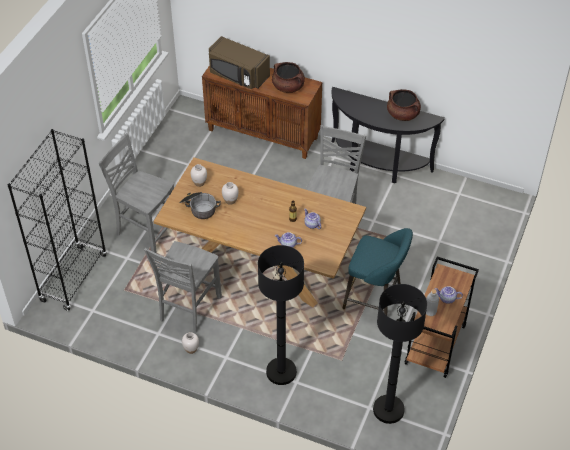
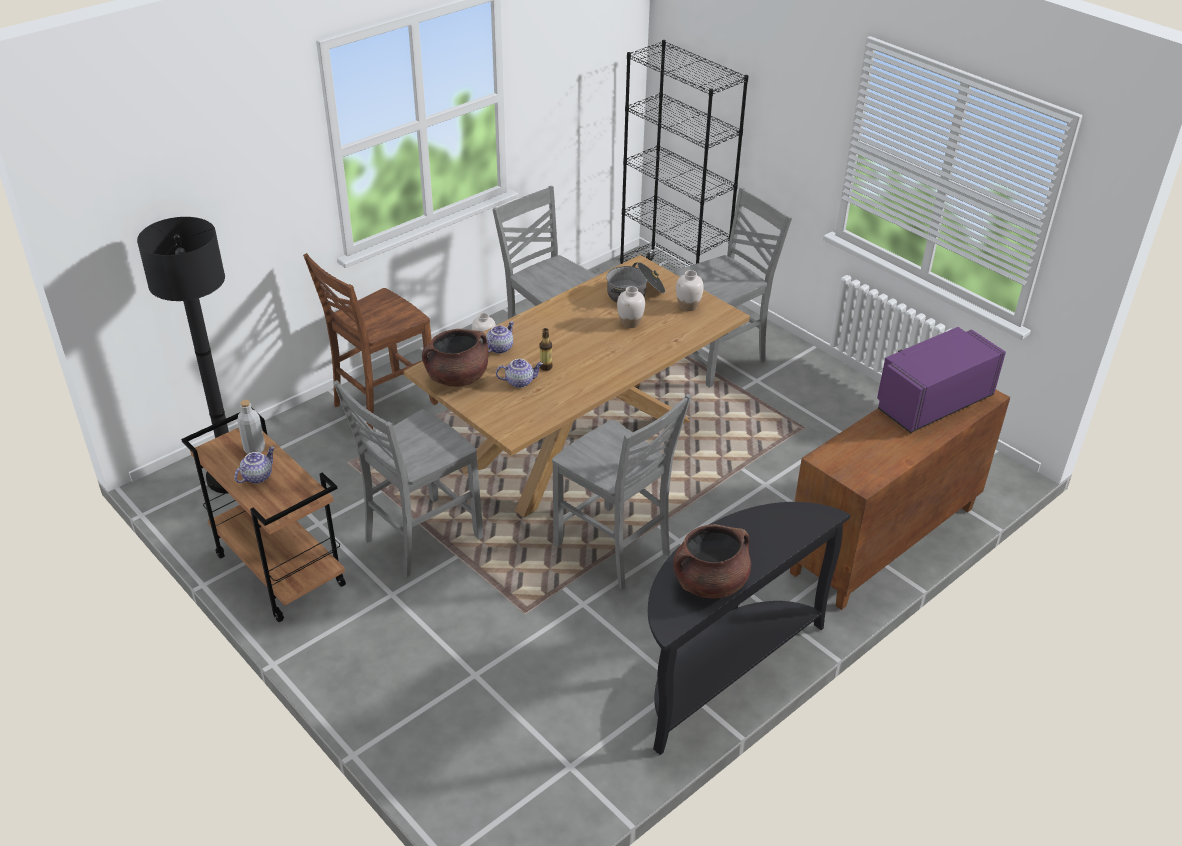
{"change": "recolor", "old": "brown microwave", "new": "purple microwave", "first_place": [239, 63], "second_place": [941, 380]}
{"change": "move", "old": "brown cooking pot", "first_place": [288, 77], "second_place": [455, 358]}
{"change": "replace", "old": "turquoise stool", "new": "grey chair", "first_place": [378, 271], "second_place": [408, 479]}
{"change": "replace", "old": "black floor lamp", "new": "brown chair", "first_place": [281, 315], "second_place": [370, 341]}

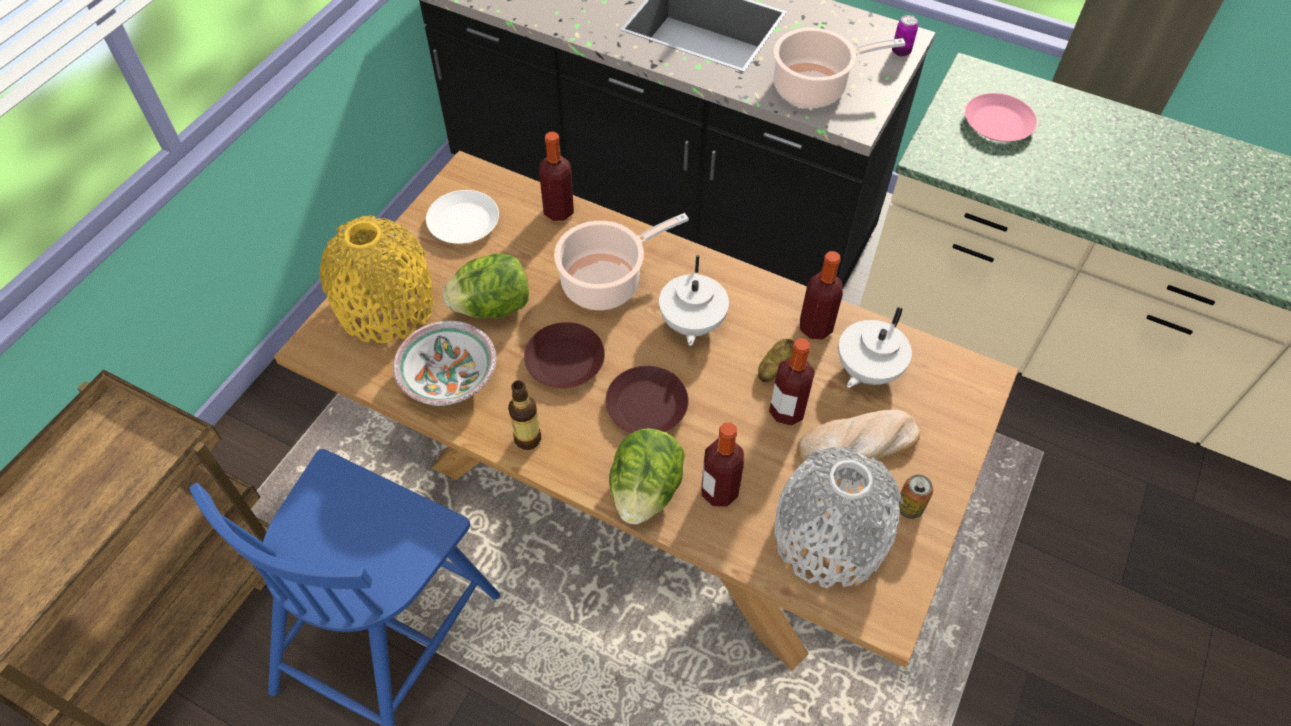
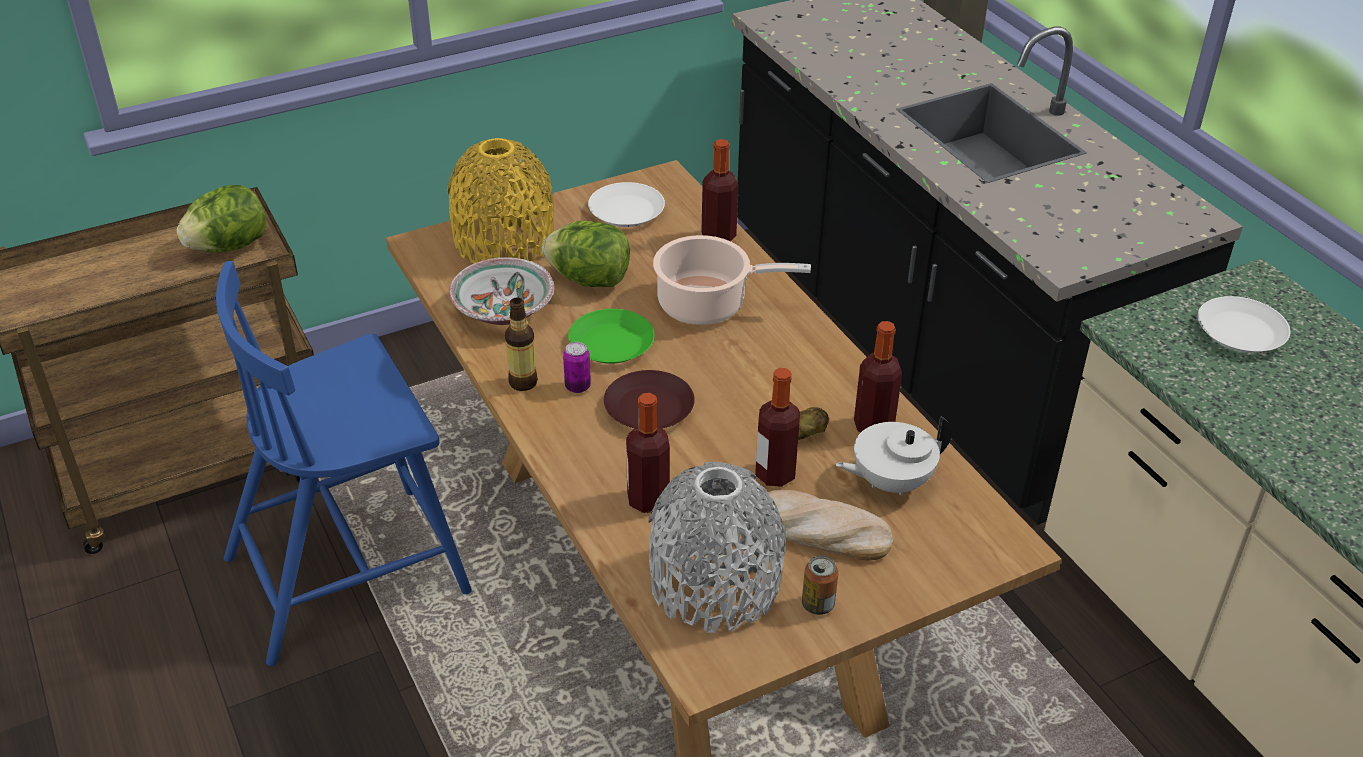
{"change": "move", "old": "can", "first_place": [905, 36], "second_place": [577, 367]}
{"change": "delete", "old": "cooking pot", "first_place": [839, 68]}
{"change": "recolor", "old": "pink plate", "new": "white plate", "first_place": [1001, 117], "second_place": [1244, 324]}
{"change": "delete", "old": "white teapot", "first_place": [694, 300]}
{"change": "recolor", "old": "brown plate", "new": "green plate", "first_place": [564, 355], "second_place": [611, 336]}
{"change": "move", "old": "lettuce", "first_place": [647, 476], "second_place": [221, 219]}

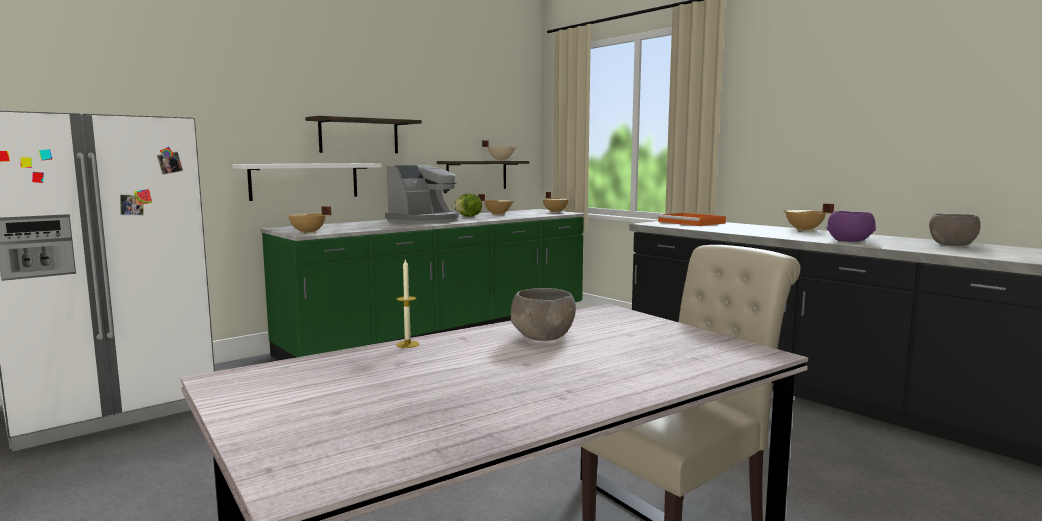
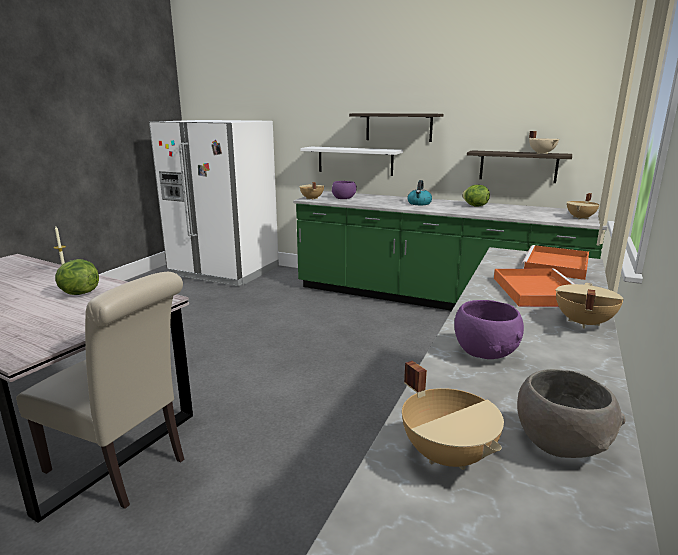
{"change": "replace", "old": "coffee machine", "new": "kettle", "first_place": [422, 194], "second_place": [420, 192]}
{"change": "move", "old": "beige cooking pot", "first_place": [496, 204], "second_place": [453, 415]}
{"change": "replace", "old": "grey bowl", "new": "lettuce", "first_place": [543, 314], "second_place": [77, 277]}
{"change": "insert", "new": "purple bowl", "second_place": [344, 190]}
{"change": "insert", "new": "orange tray", "second_place": [534, 288]}

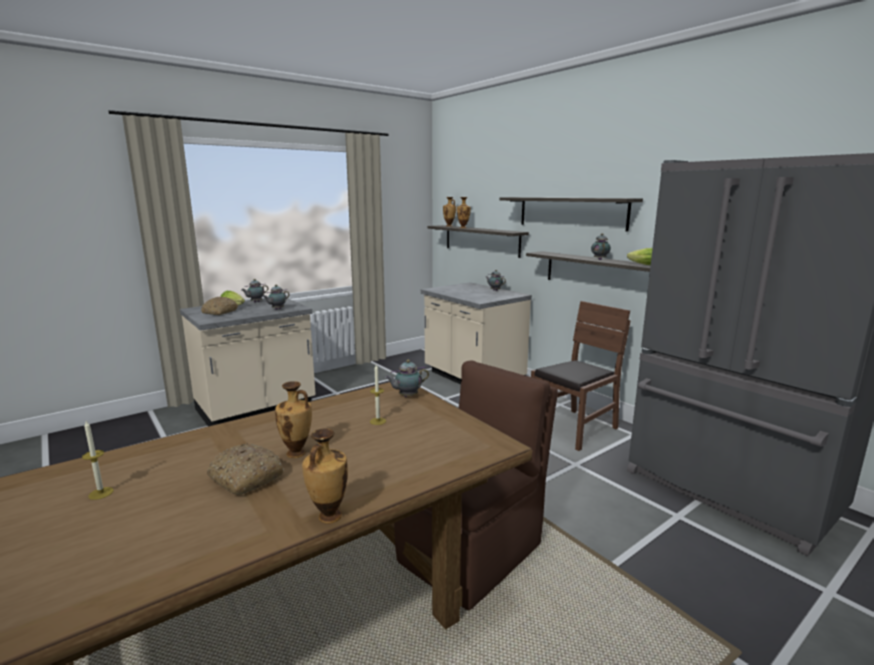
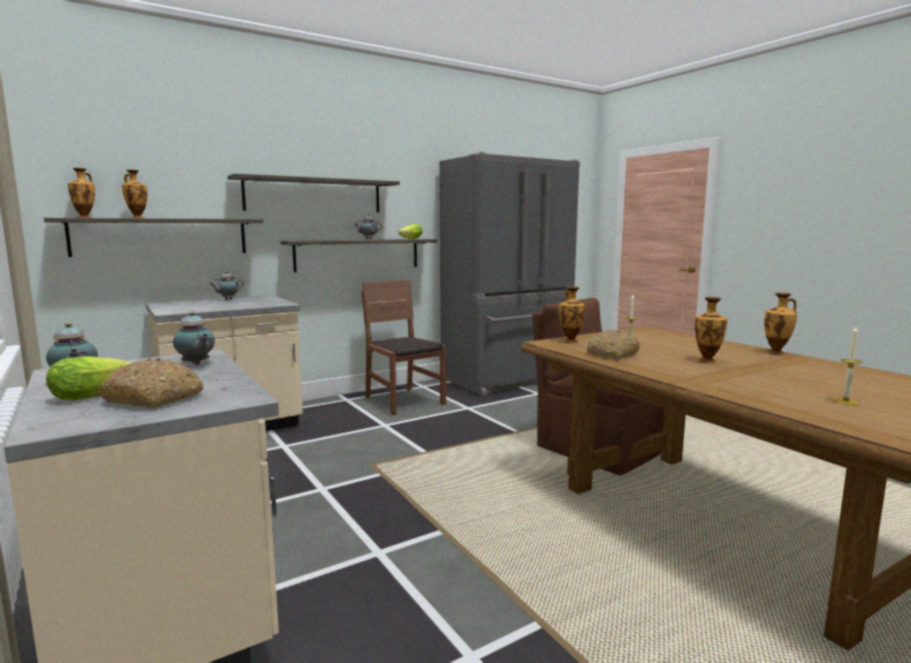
{"change": "replace", "old": "teapot", "new": "vase", "first_place": [407, 378], "second_place": [572, 315]}
{"change": "move", "old": "bread", "first_place": [245, 469], "second_place": [613, 344]}

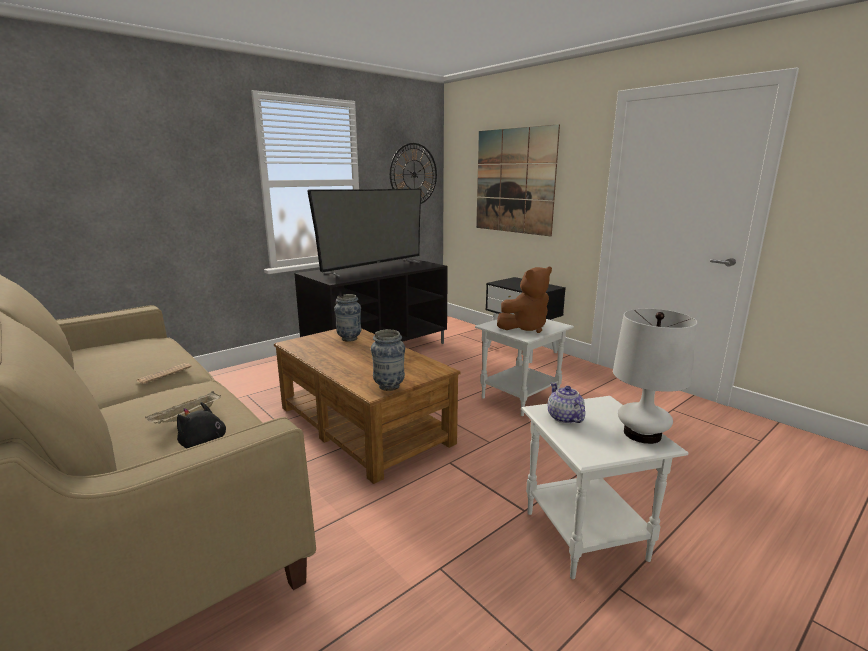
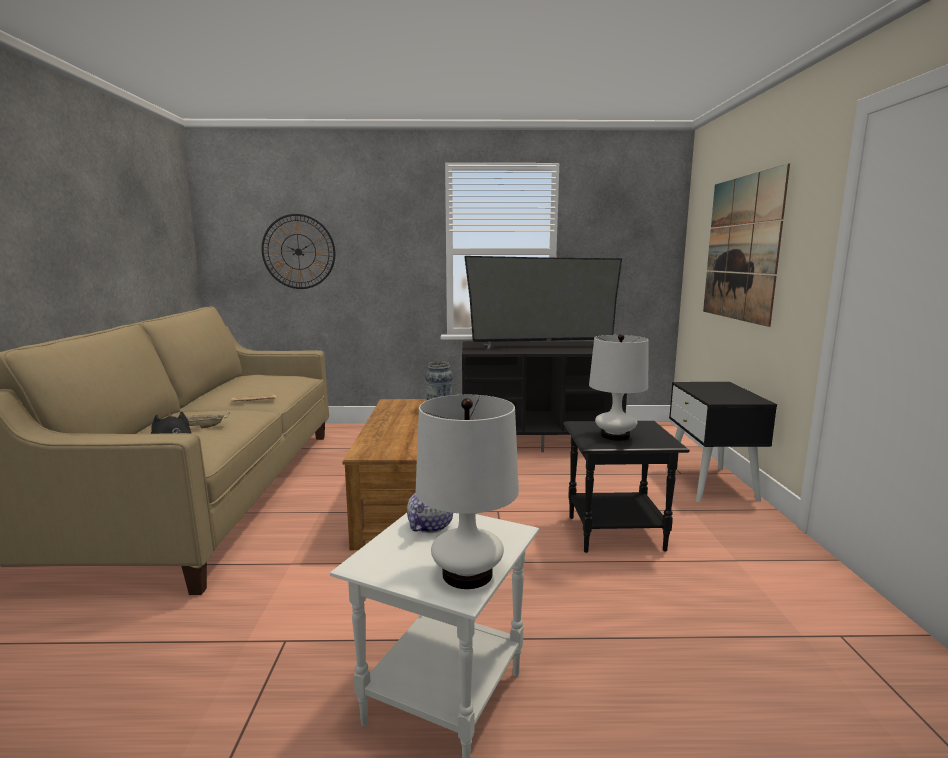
{"change": "move", "old": "wall clock", "first_place": [413, 173], "second_place": [298, 251]}
{"change": "replace", "old": "brown plush toy", "new": "white table lamp", "first_place": [524, 300], "second_place": [619, 387]}
{"change": "recolor", "old": "white side table", "new": "black side table", "first_place": [524, 367], "second_place": [626, 487]}
{"change": "delete", "old": "vase", "first_place": [388, 360]}

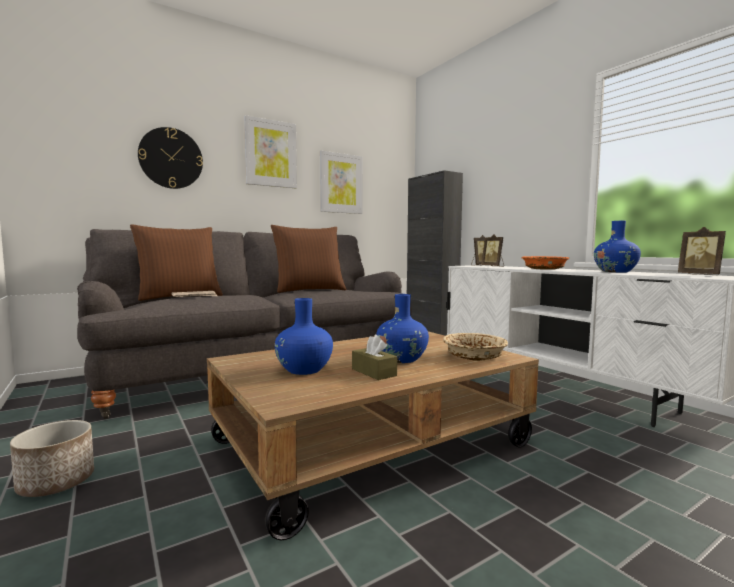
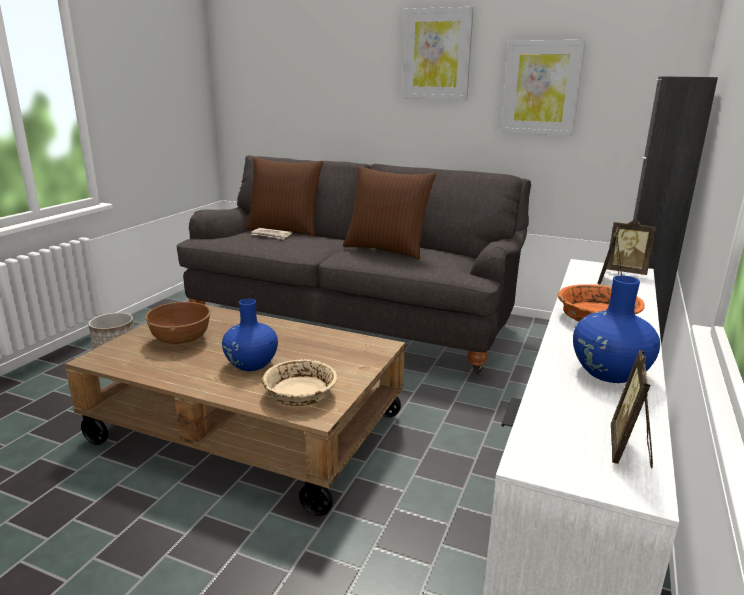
{"change": "delete", "old": "wall clock", "first_place": [170, 158]}
{"change": "replace", "old": "blue vase", "new": "brown bowl", "first_place": [304, 336], "second_place": [178, 323]}
{"change": "delete", "old": "brown tissue box", "first_place": [374, 357]}

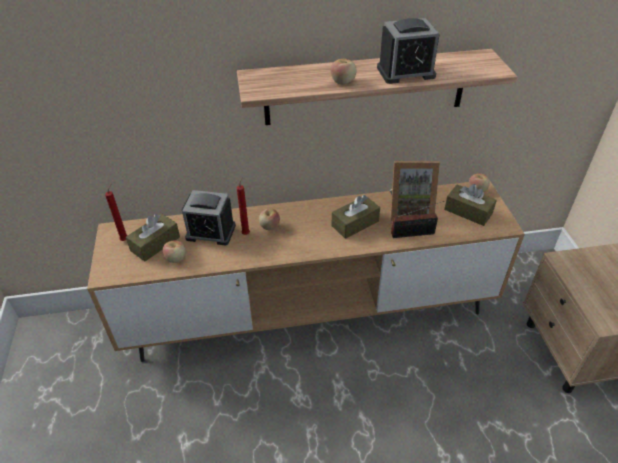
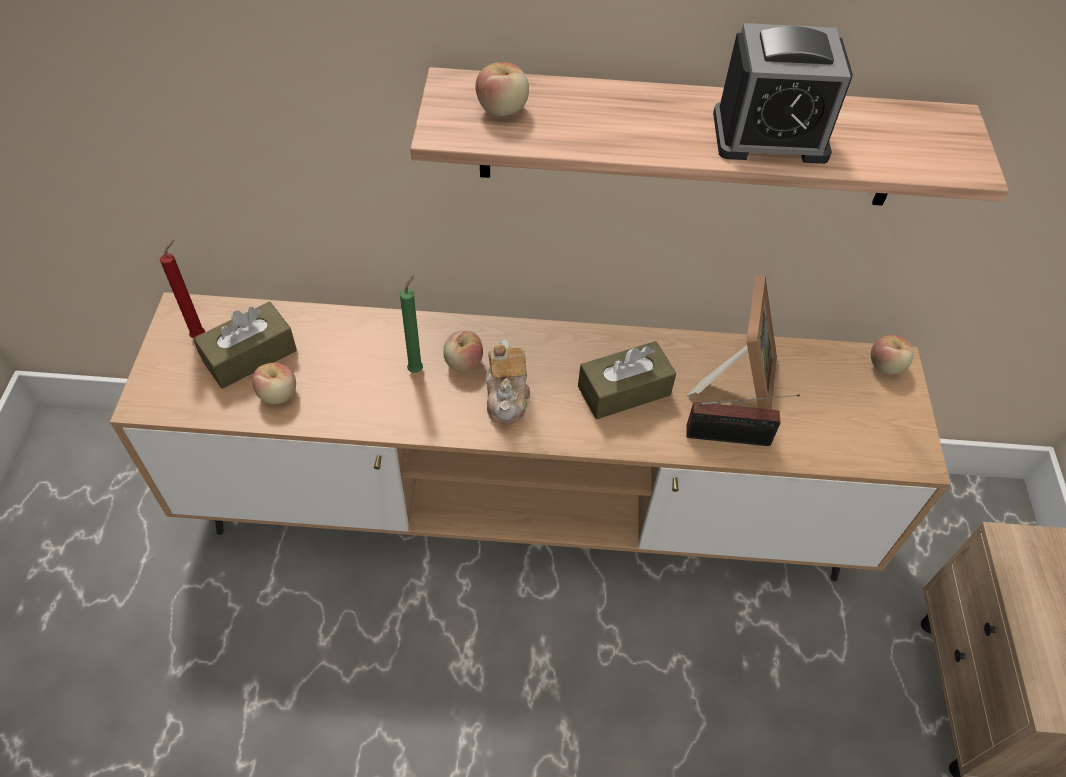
{"change": "move", "old": "apple", "first_place": [343, 71], "second_place": [502, 89]}
{"change": "rotate", "old": "picture frame", "first_place": [415, 191], "second_place": [732, 342], "degrees": -90}
{"change": "recolor", "old": "red candle", "new": "green candle", "first_place": [243, 206], "second_place": [411, 324]}
{"change": "delete", "old": "brown tissue box", "first_place": [470, 205]}
{"change": "delete", "old": "alarm clock", "first_place": [209, 217]}
{"change": "insert", "new": "teapot", "second_place": [508, 382]}

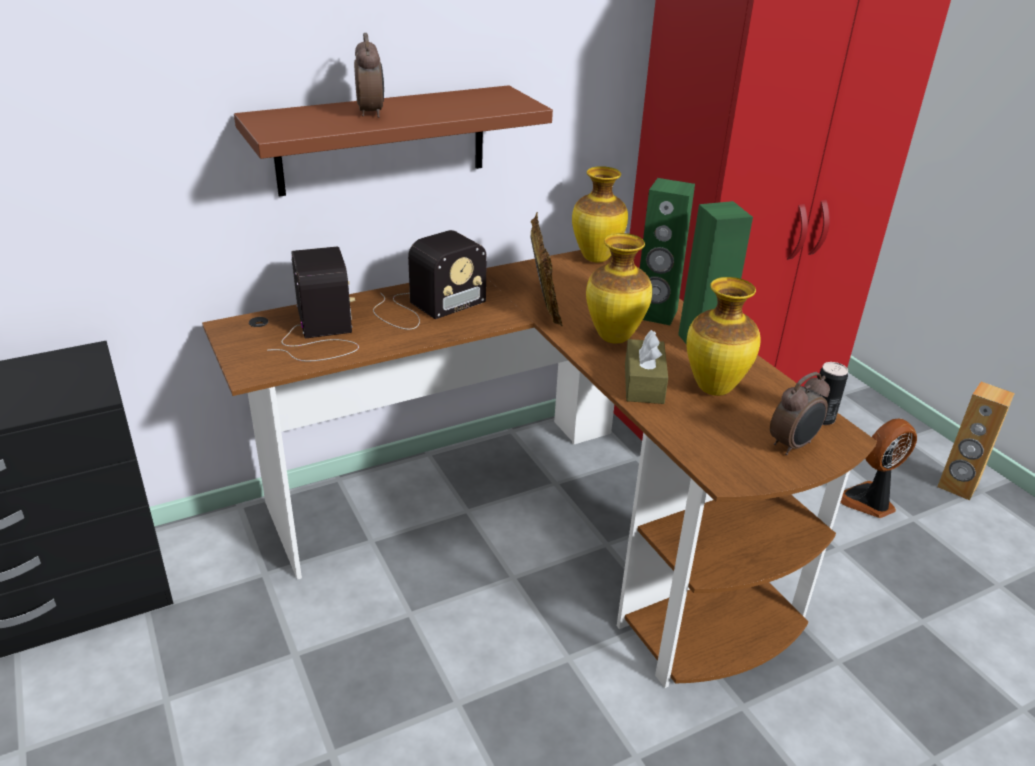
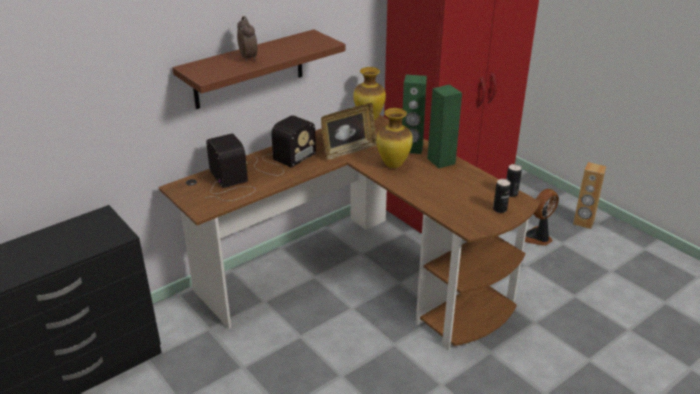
{"change": "rotate", "old": "picture frame", "first_place": [546, 269], "second_place": [349, 131], "degrees": 75}
{"change": "delete", "old": "vase", "first_place": [723, 336]}
{"change": "delete", "old": "brown tissue box", "first_place": [646, 367]}
{"change": "replace", "old": "alarm clock", "new": "can", "first_place": [800, 413], "second_place": [502, 196]}

